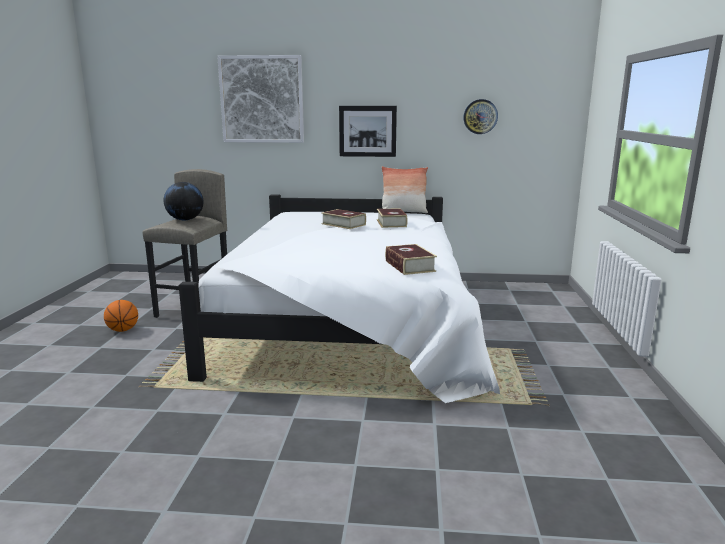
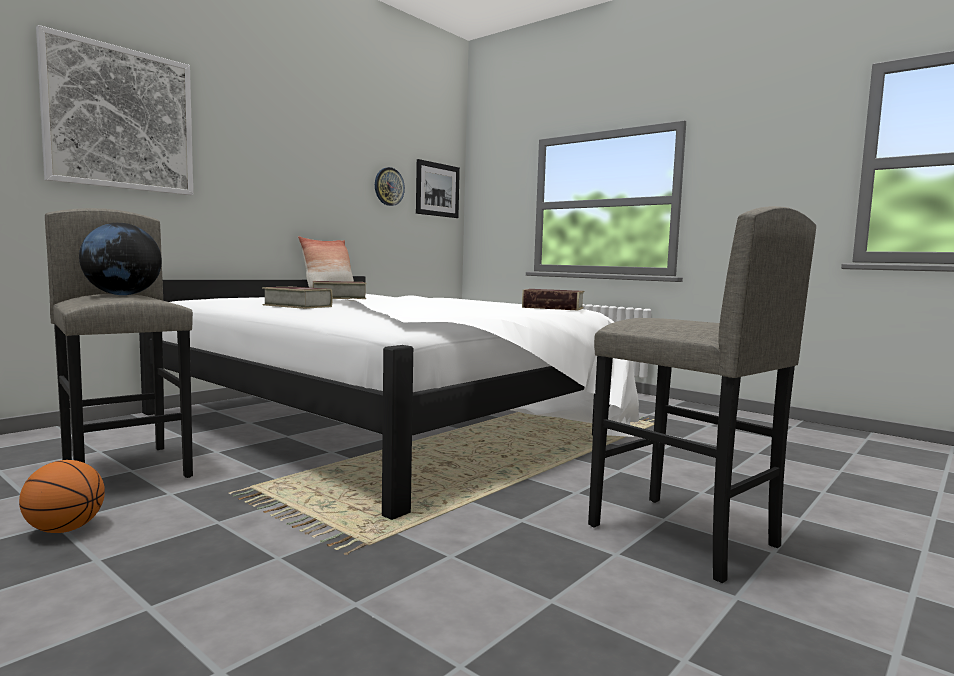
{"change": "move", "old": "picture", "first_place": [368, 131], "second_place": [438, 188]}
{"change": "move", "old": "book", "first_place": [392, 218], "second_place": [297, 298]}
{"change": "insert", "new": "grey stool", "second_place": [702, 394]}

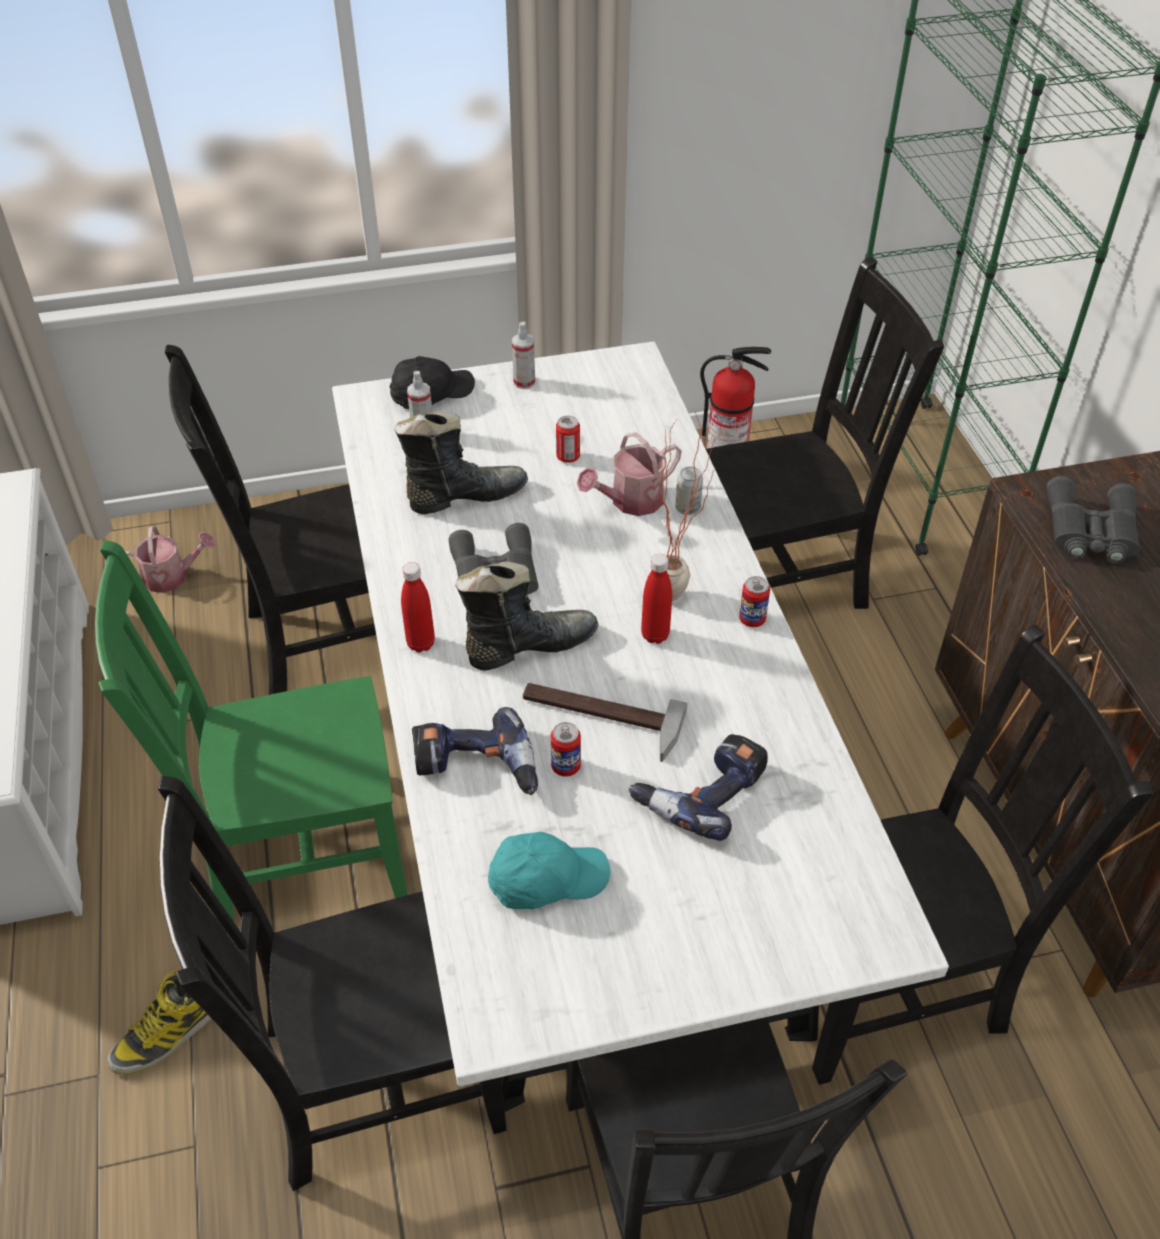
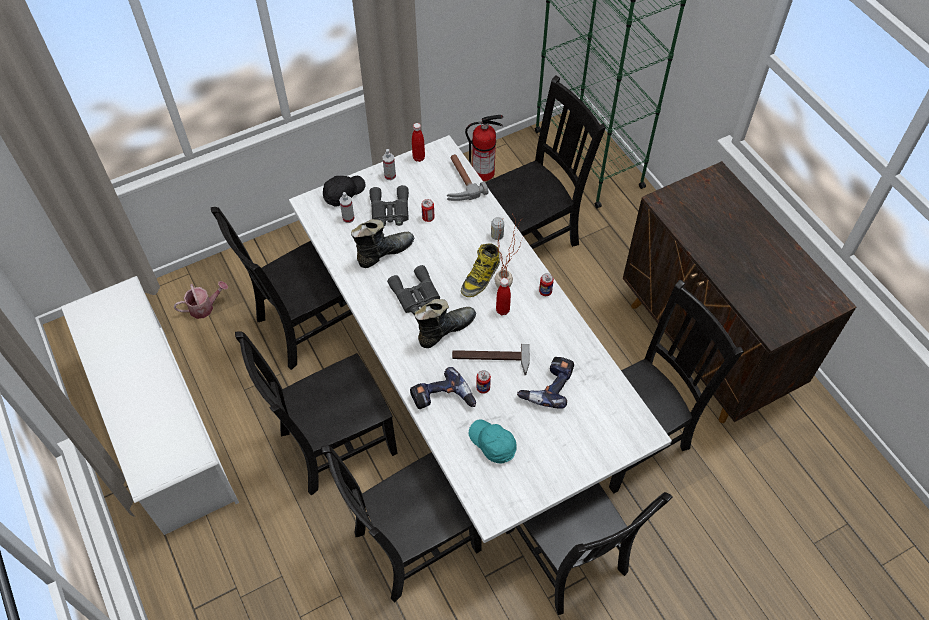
{"change": "delete", "old": "watering can", "first_place": [629, 474]}
{"change": "move", "old": "grey binoculars", "first_place": [1093, 520], "second_place": [389, 205]}
{"change": "recolor", "old": "green chair", "new": "black chair", "first_place": [251, 735], "second_place": [316, 413]}
{"change": "move", "old": "red bottle", "first_place": [418, 607], "second_place": [418, 142]}
{"change": "rotate", "old": "turquoise cap", "first_place": [549, 870], "second_place": [493, 442], "degrees": -105}
{"change": "move", "old": "boot", "first_place": [159, 1022], "second_place": [480, 270]}
{"change": "insert", "new": "hammer", "second_place": [467, 177]}

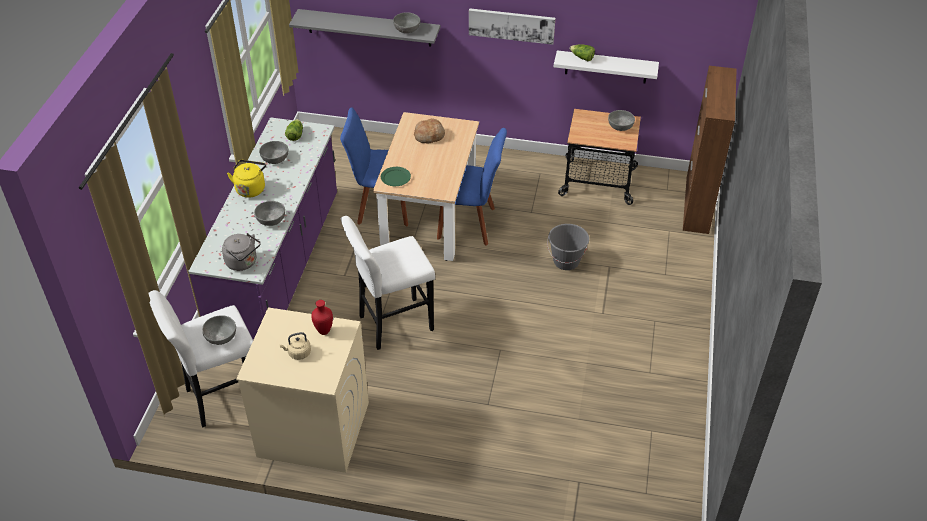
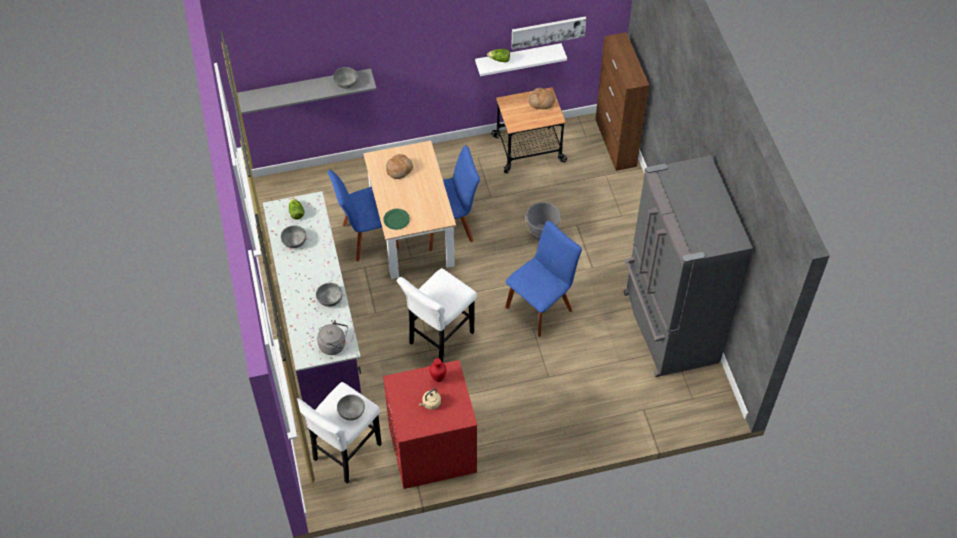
{"change": "move", "old": "picture", "first_place": [512, 26], "second_place": [548, 33]}
{"change": "replace", "old": "grey bowl", "new": "bread", "first_place": [621, 120], "second_place": [542, 98]}
{"change": "delete", "old": "yellow kettle", "first_place": [246, 179]}
{"change": "recolor", "old": "beige washing machine", "new": "red washing machine", "first_place": [302, 390], "second_place": [430, 424]}
{"change": "insert", "new": "grey fridge", "second_place": [688, 266]}
{"change": "insert", "new": "blue chair", "second_place": [543, 279]}

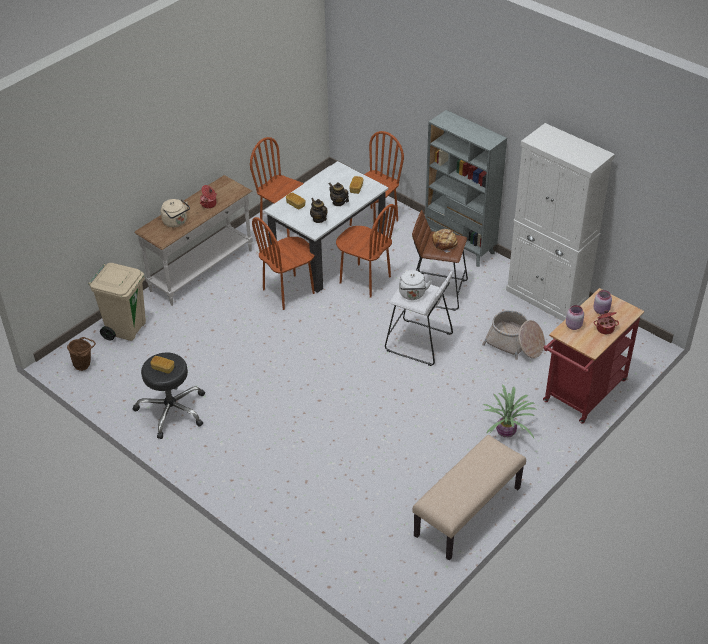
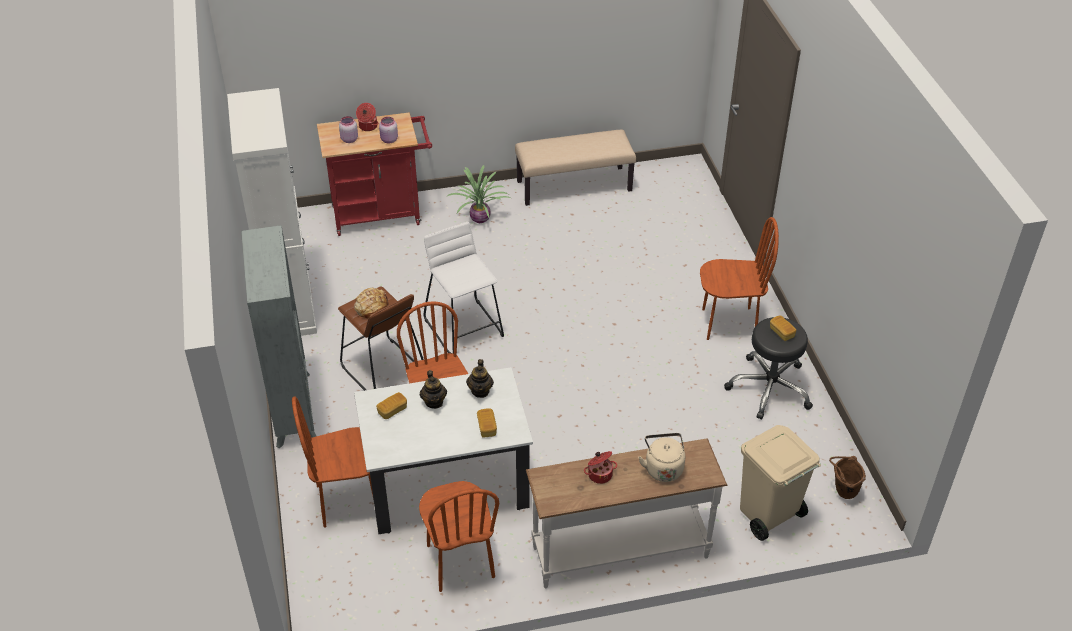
{"change": "move", "old": "brown chair", "first_place": [283, 263], "second_place": [739, 278]}
{"change": "delete", "old": "white kettle", "first_place": [415, 285]}
{"change": "delete", "old": "basket", "first_place": [513, 335]}

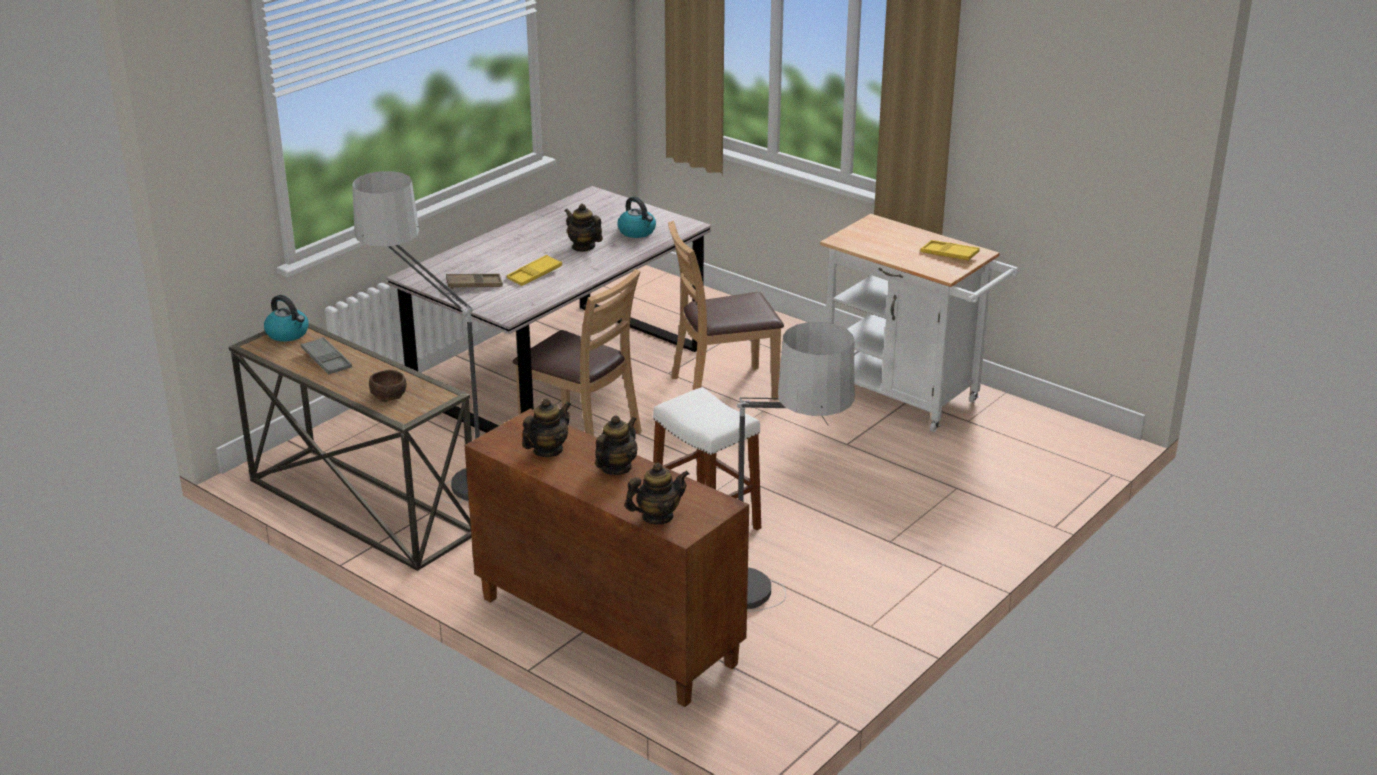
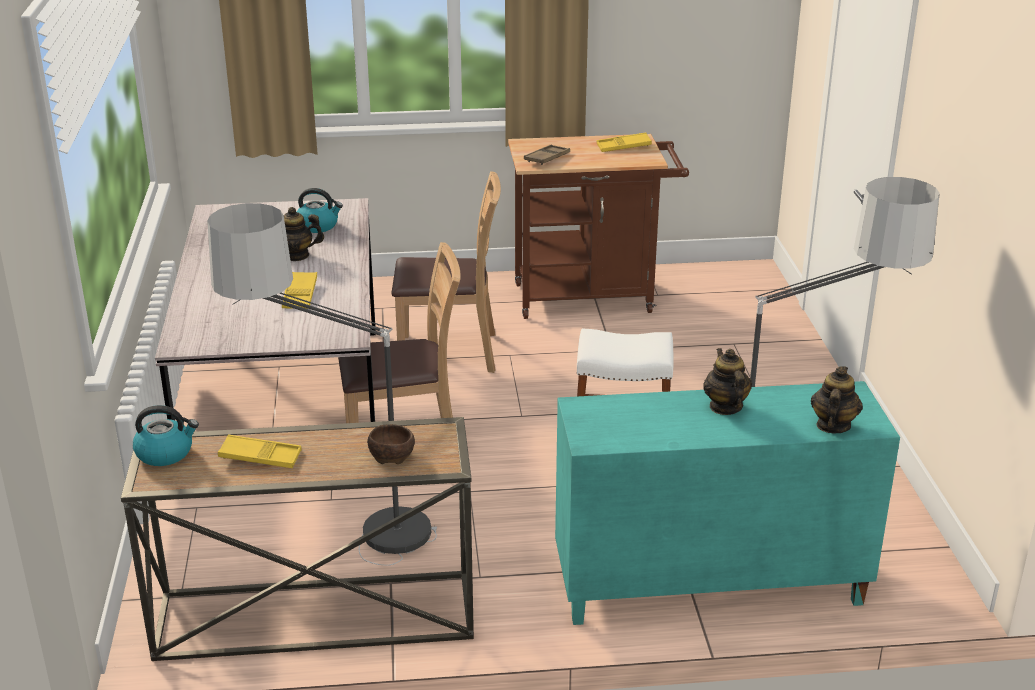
{"change": "recolor", "old": "white cart", "new": "brown cart", "first_place": [919, 323], "second_place": [598, 226]}
{"change": "rotate", "old": "brown chair", "first_place": [726, 310], "second_place": [446, 272], "degrees": -120}
{"change": "move", "old": "brown tray", "first_place": [474, 281], "second_place": [547, 154]}
{"change": "recolor", "old": "grey tray", "new": "yellow tray", "first_place": [326, 356], "second_place": [260, 451]}
{"change": "delete", "old": "teapot", "first_place": [546, 428]}
{"change": "recolor", "old": "brown cabinet", "new": "turquoise cabinet", "first_place": [606, 557], "second_place": [727, 503]}

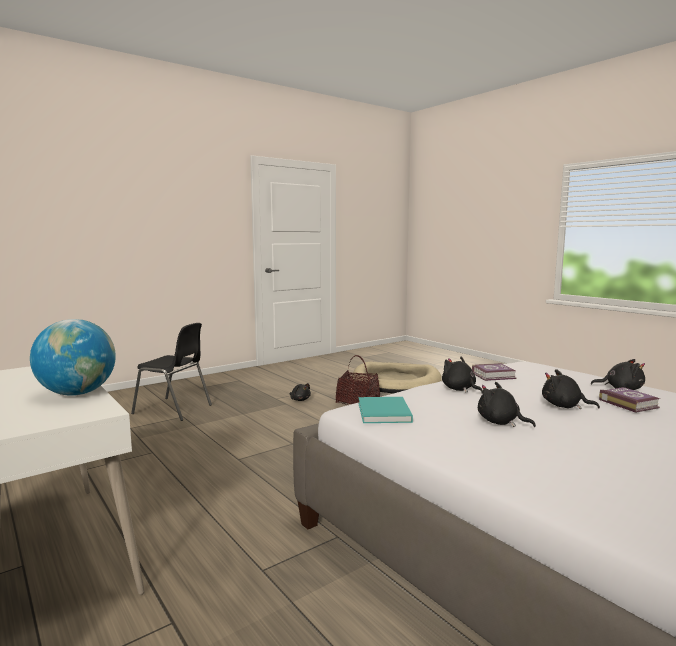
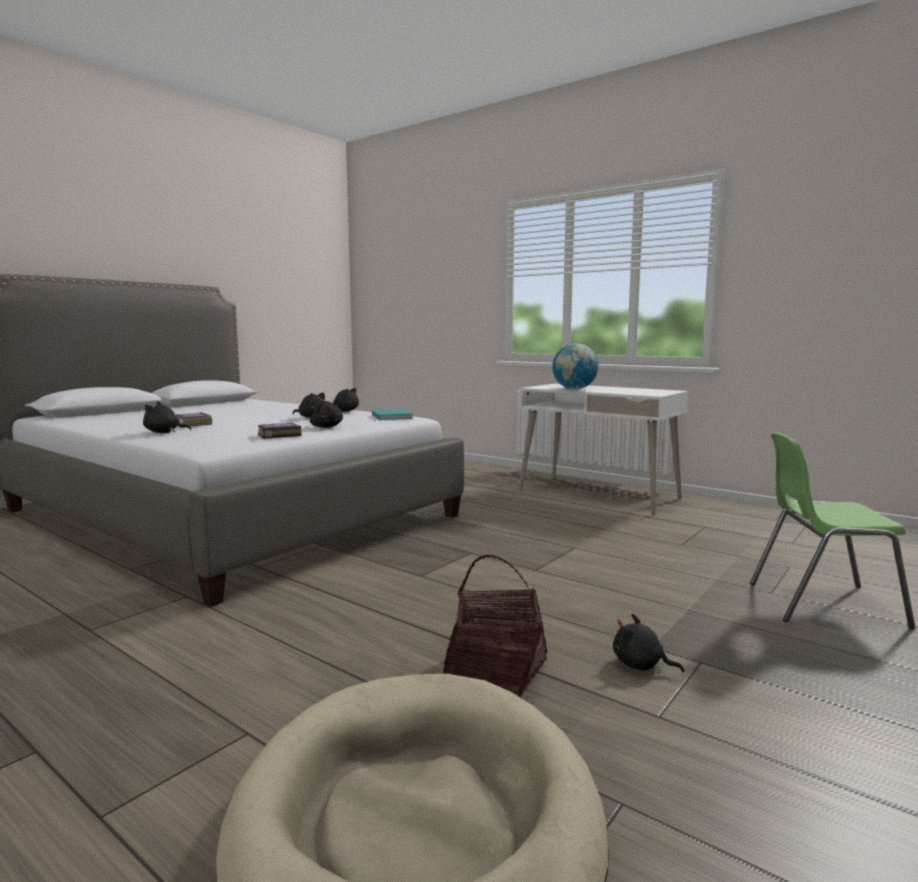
{"change": "recolor", "old": "black chair", "new": "green chair", "first_place": [171, 372], "second_place": [832, 531]}
{"change": "move", "old": "black plush toy", "first_place": [571, 389], "second_place": [346, 399]}

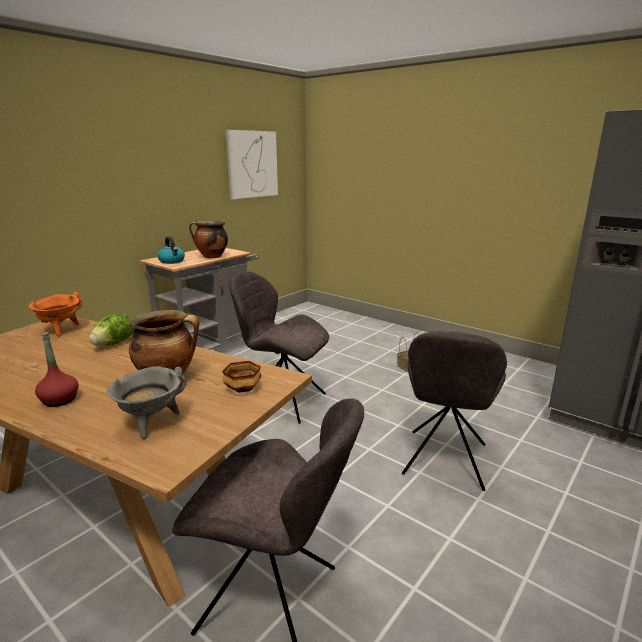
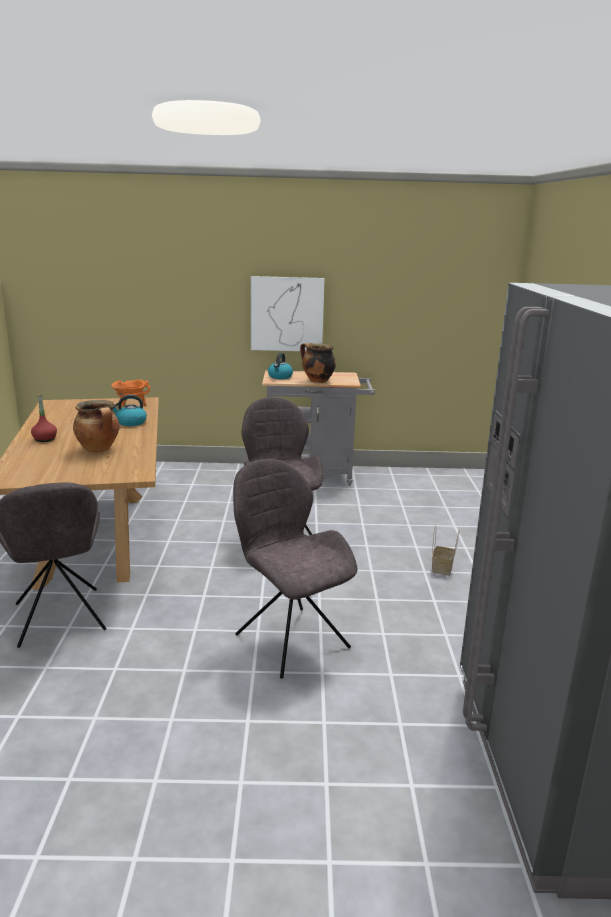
{"change": "move", "old": "picture", "first_place": [252, 164], "second_place": [288, 314]}
{"change": "replace", "old": "lettuce", "new": "kettle", "first_place": [112, 329], "second_place": [129, 410]}
{"change": "rotate", "old": "grey chair", "first_place": [454, 411], "second_place": [295, 569], "degrees": 75}
{"change": "delete", "old": "bowl", "first_place": [242, 377]}
{"change": "delete", "old": "grey cooking pot", "first_place": [147, 402]}

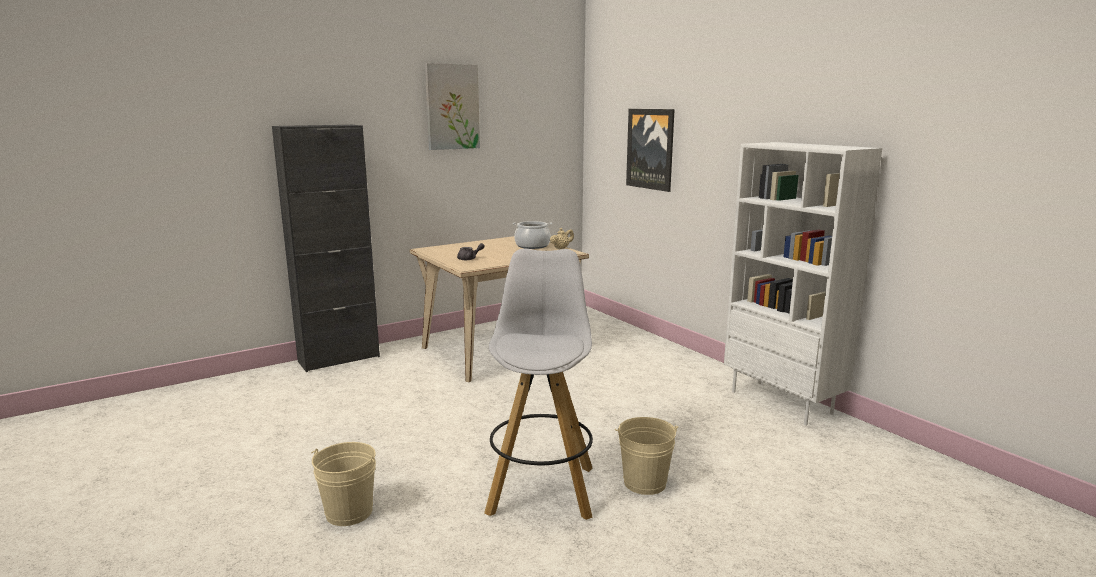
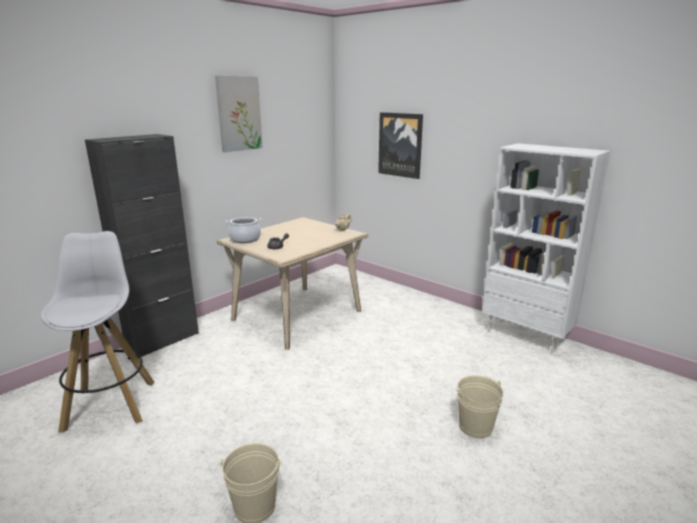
{"change": "move", "old": "cooking pot", "first_place": [532, 235], "second_place": [243, 230]}
{"change": "move", "old": "white stool", "first_place": [538, 384], "second_place": [97, 332]}

